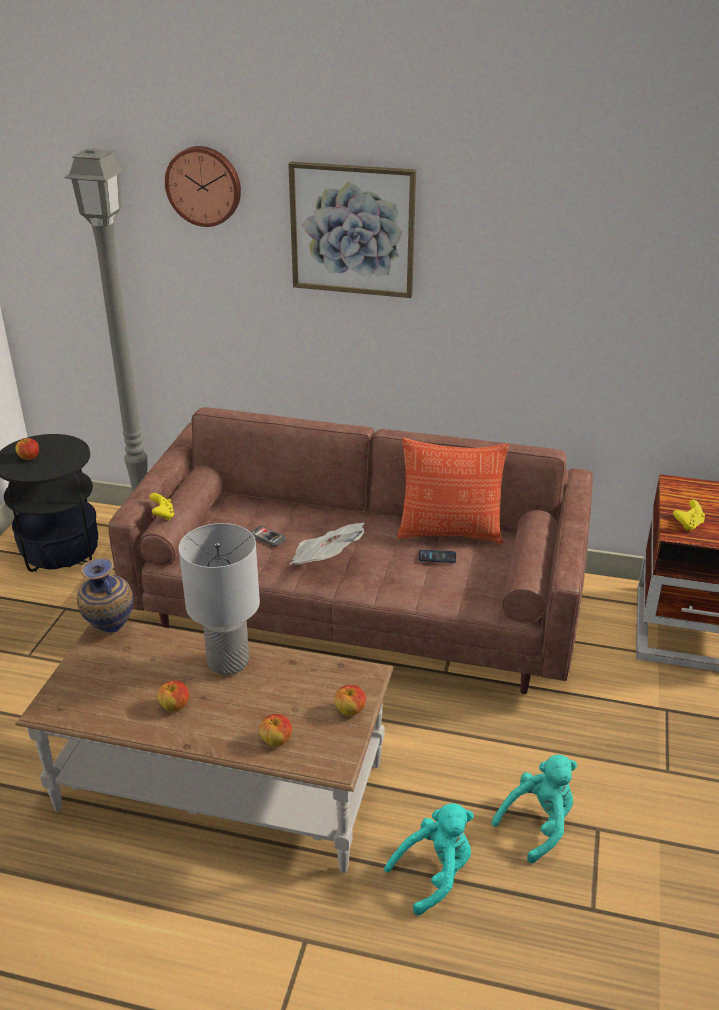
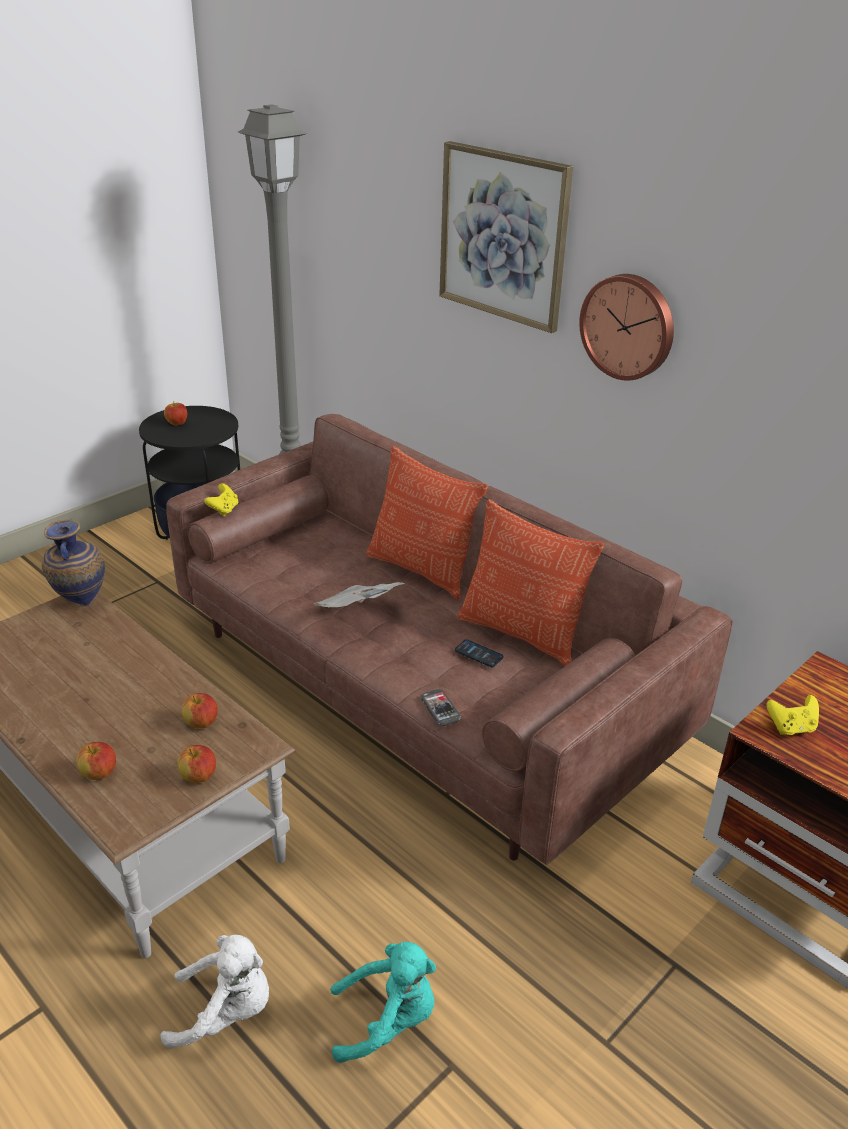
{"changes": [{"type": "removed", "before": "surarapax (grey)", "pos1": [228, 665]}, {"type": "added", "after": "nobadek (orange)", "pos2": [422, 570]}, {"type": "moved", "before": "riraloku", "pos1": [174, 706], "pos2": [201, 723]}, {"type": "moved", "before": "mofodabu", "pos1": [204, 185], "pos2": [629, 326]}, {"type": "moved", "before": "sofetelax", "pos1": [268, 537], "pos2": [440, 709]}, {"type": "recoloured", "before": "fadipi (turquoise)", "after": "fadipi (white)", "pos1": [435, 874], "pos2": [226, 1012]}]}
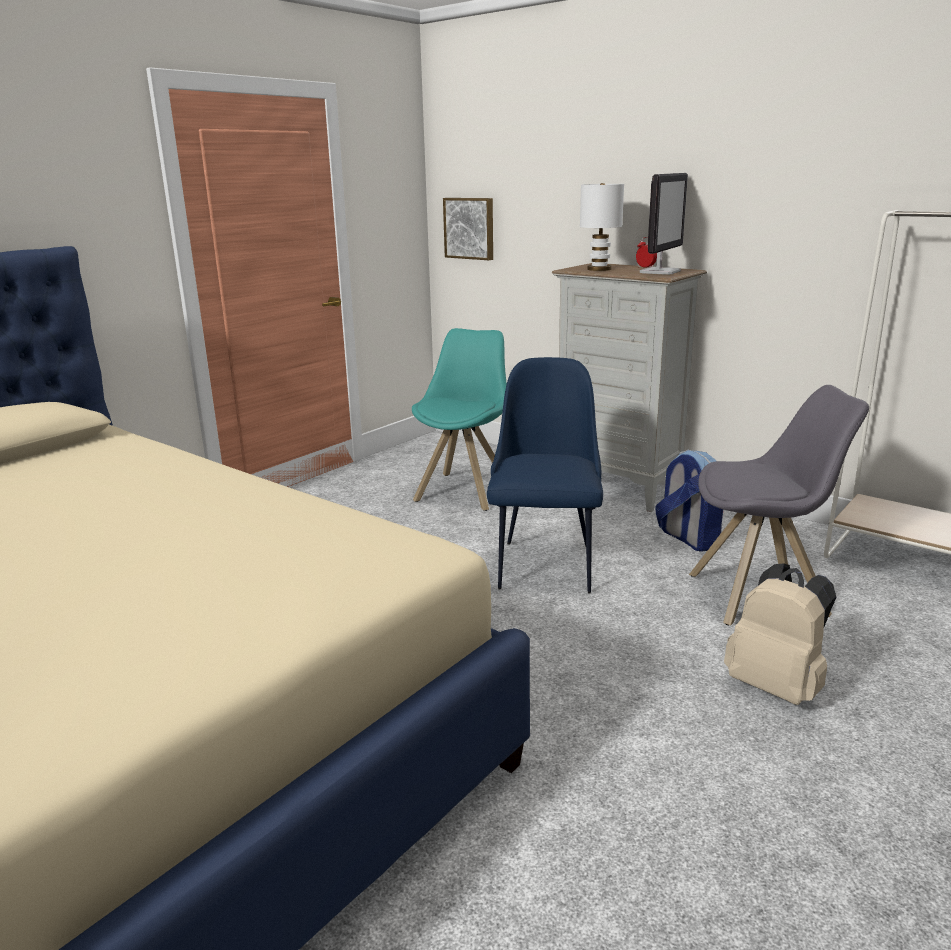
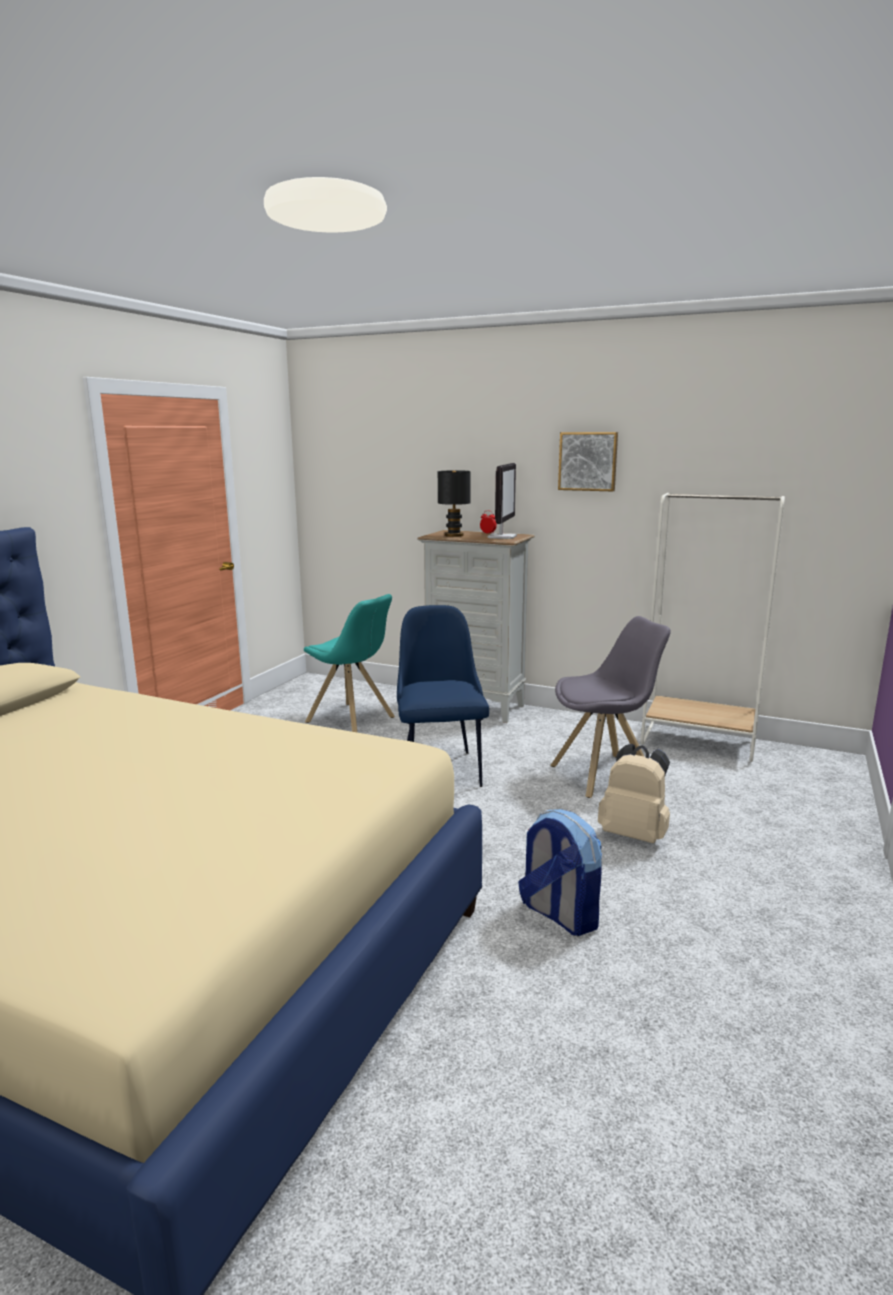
{"changes": [{"type": "moved", "before": "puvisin", "pos1": [470, 228], "pos2": [588, 461]}, {"type": "moved", "before": "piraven", "pos1": [688, 538], "pos2": [558, 914]}, {"type": "recoloured", "before": "surarapax (white)", "after": "surarapax (black)", "pos1": [600, 269], "pos2": [454, 535]}, {"type": "turned", "before": "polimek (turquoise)", "pos1": [464, 491], "pos2": [351, 719], "turn": 120}]}
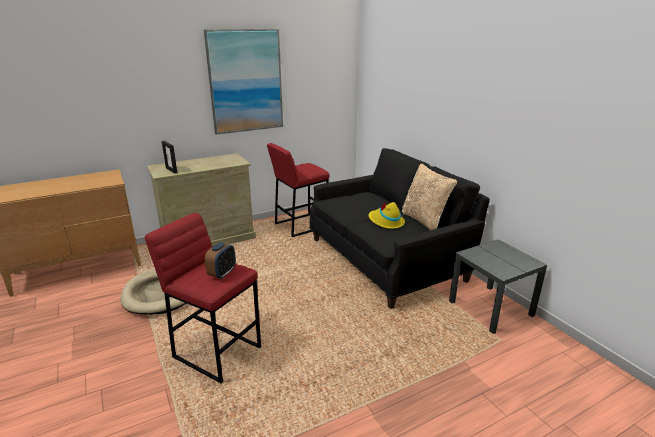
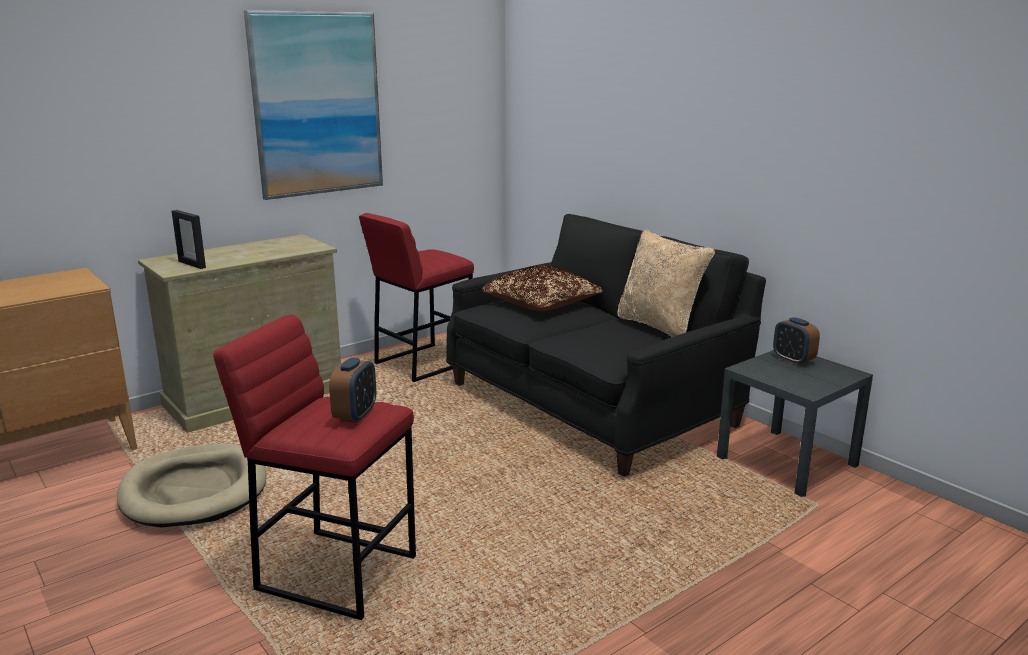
{"changes": [{"type": "removed", "before": "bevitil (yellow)", "pos1": [386, 222]}, {"type": "added", "after": "nobadek (brown)", "pos2": [541, 303]}, {"type": "added", "after": "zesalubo", "pos2": [793, 360]}]}
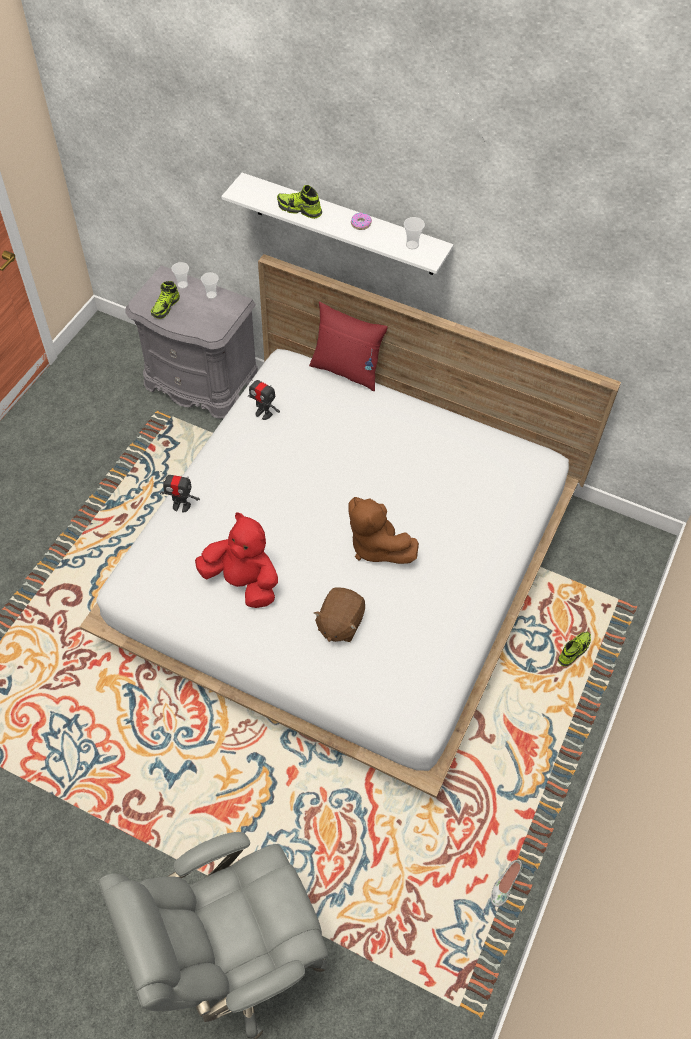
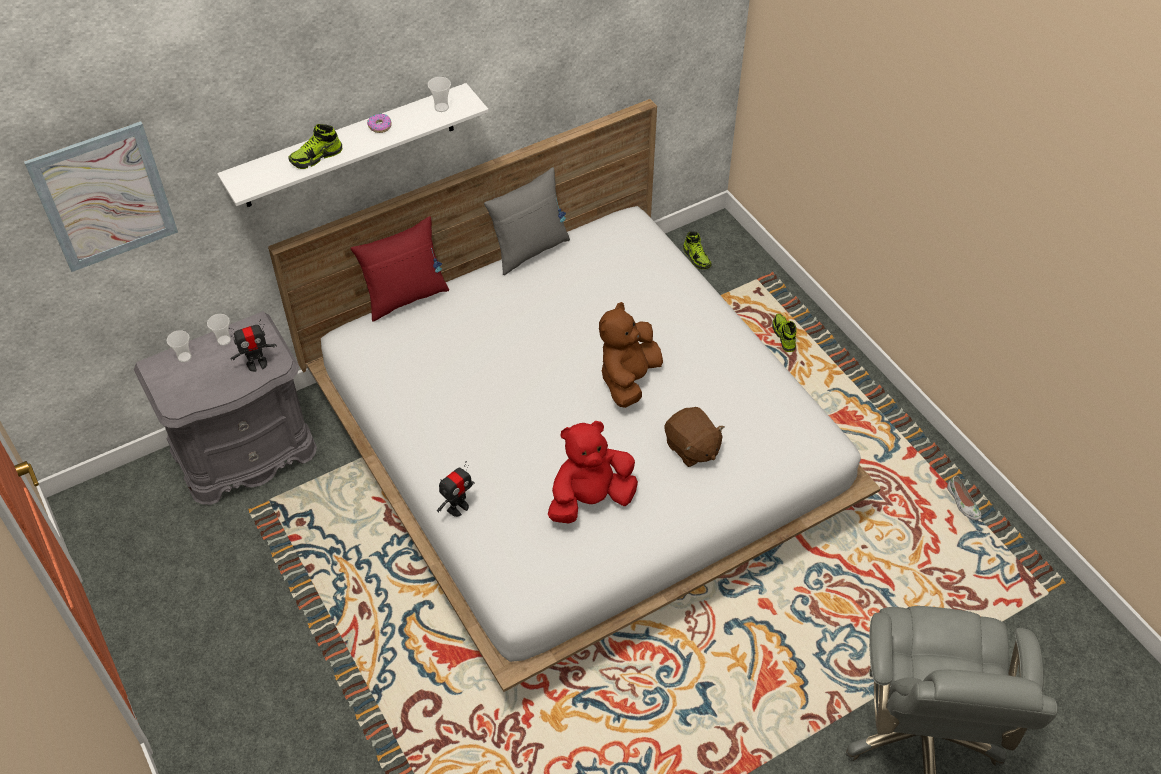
{"changes": [{"type": "added", "after": "puvisin", "pos2": [104, 197]}, {"type": "added", "after": "nobadek (grey)", "pos2": [529, 250]}, {"type": "moved", "before": "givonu", "pos1": [165, 307], "pos2": [696, 258]}, {"type": "moved", "before": "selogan", "pos1": [263, 413], "pos2": [257, 364]}, {"type": "turned", "before": "fadipi (brown)", "pos1": [375, 546], "pos2": [628, 379], "turn": 120}]}
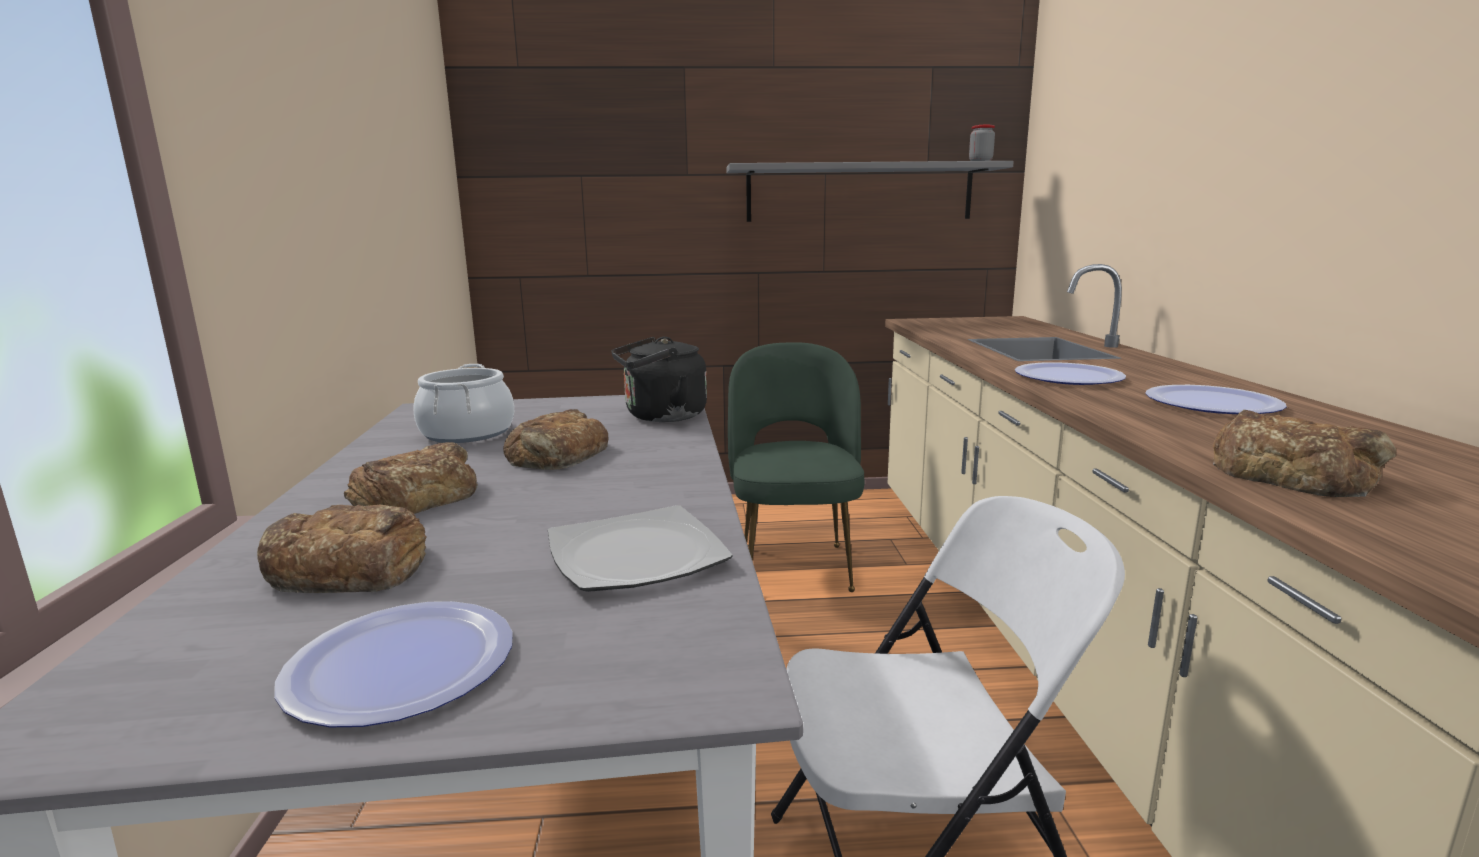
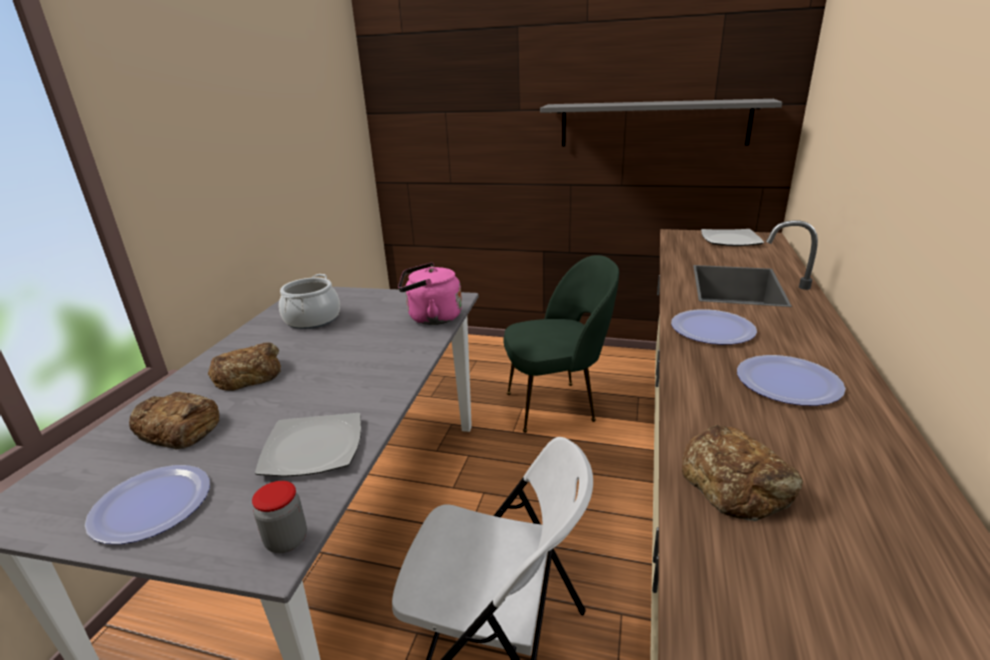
{"changes": [{"type": "removed", "before": "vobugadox", "pos1": [557, 455]}, {"type": "added", "after": "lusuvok", "pos2": [731, 240]}, {"type": "moved", "before": "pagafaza", "pos1": [980, 161], "pos2": [286, 540]}, {"type": "recoloured", "before": "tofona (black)", "after": "tofona (pink)", "pos1": [661, 416], "pos2": [431, 318]}, {"type": "turned", "before": "polimek (green)", "pos1": [794, 563], "pos2": [557, 406], "turn": 60}]}
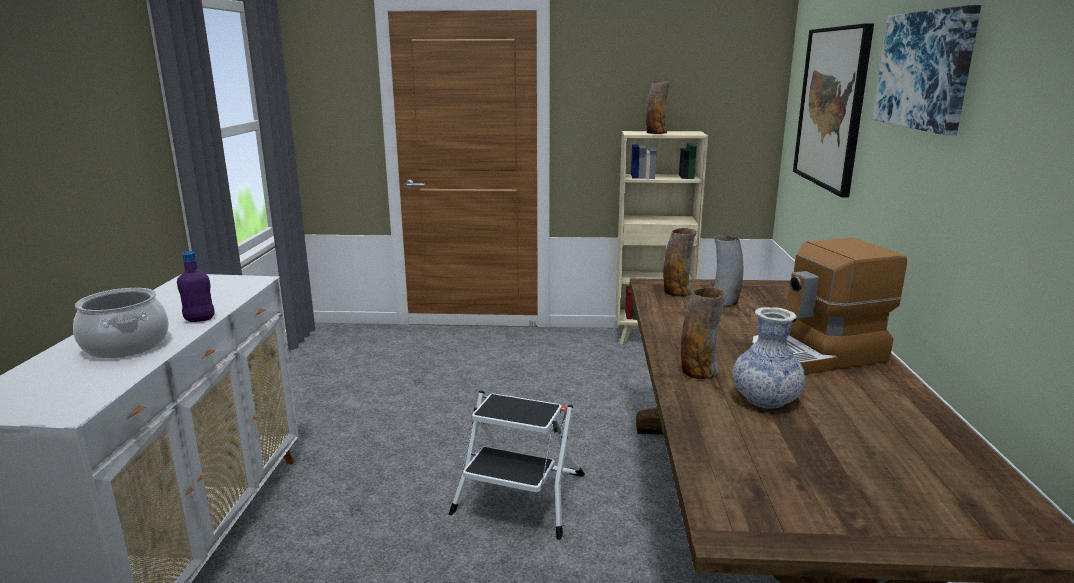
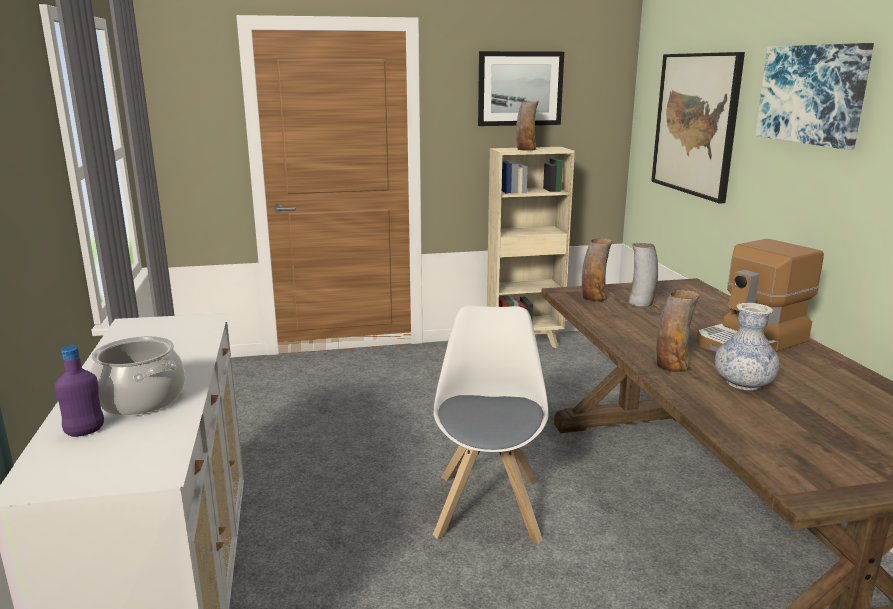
{"changes": [{"type": "added", "after": "puvisin", "pos2": [520, 88]}, {"type": "moved", "before": "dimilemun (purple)", "pos1": [199, 320], "pos2": [85, 432]}, {"type": "replaced", "before": "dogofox", "after": "polimek", "pos1": [521, 495], "pos2": [488, 504]}]}
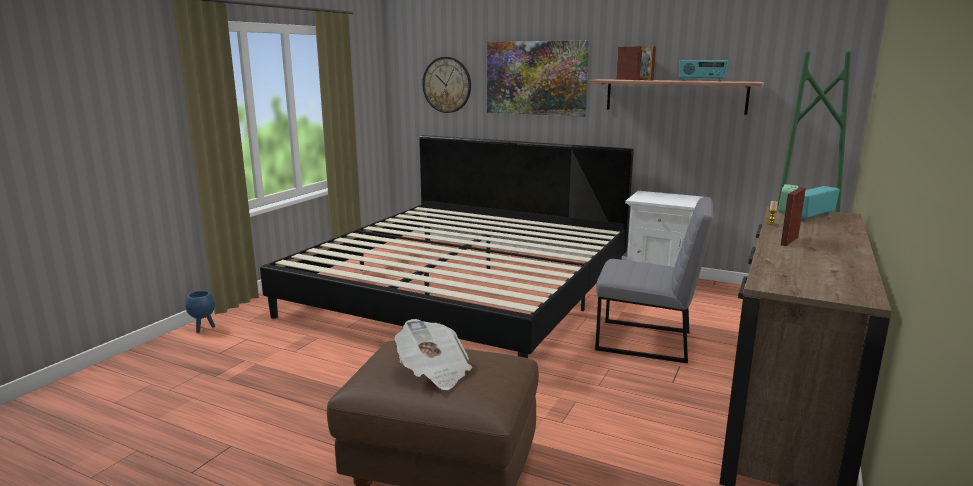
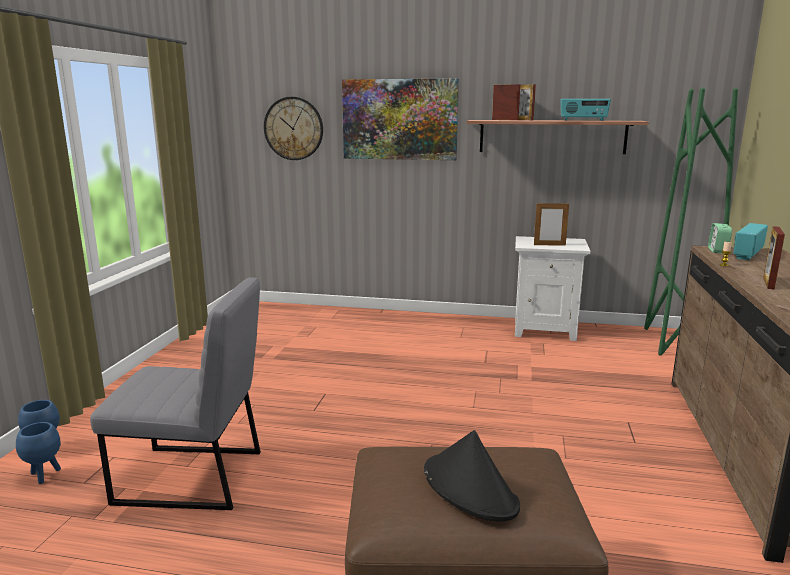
{"changes": [{"type": "removed", "before": "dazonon", "pos1": [463, 291]}, {"type": "added", "after": "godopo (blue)", "pos2": [44, 476]}, {"type": "added", "after": "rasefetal", "pos2": [549, 245]}, {"type": "moved", "before": "polimek (grey)", "pos1": [647, 341], "pos2": [194, 477]}, {"type": "replaced", "before": "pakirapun", "after": "bevitil (black)", "pos1": [434, 372], "pos2": [470, 488]}]}
